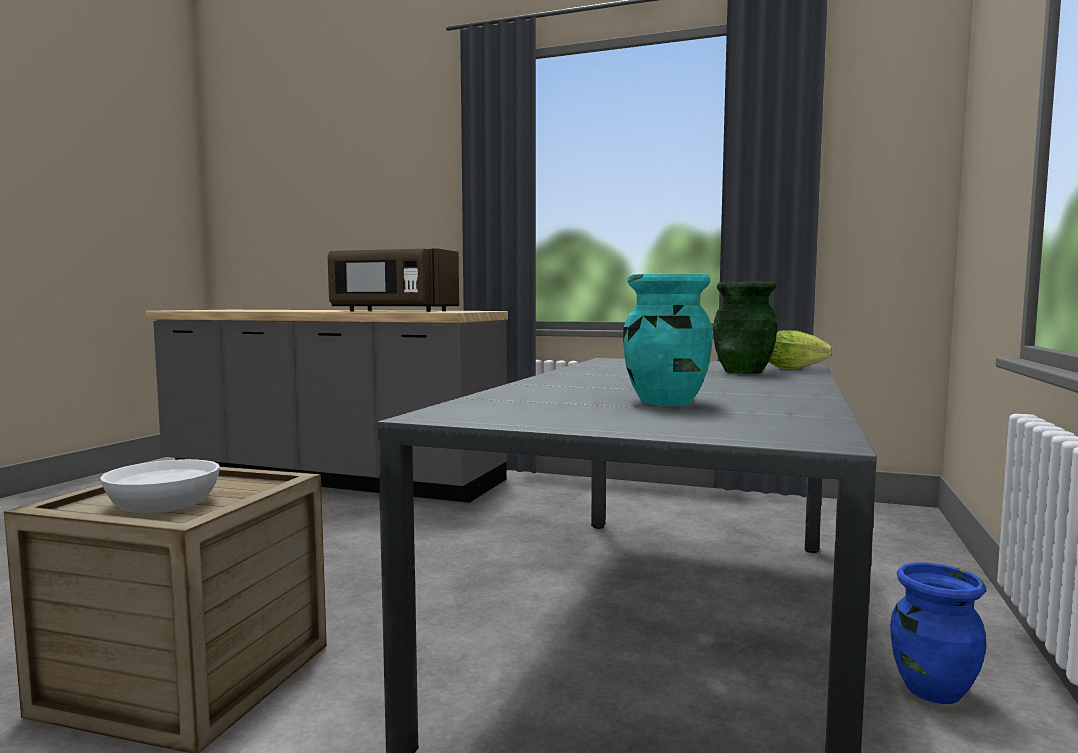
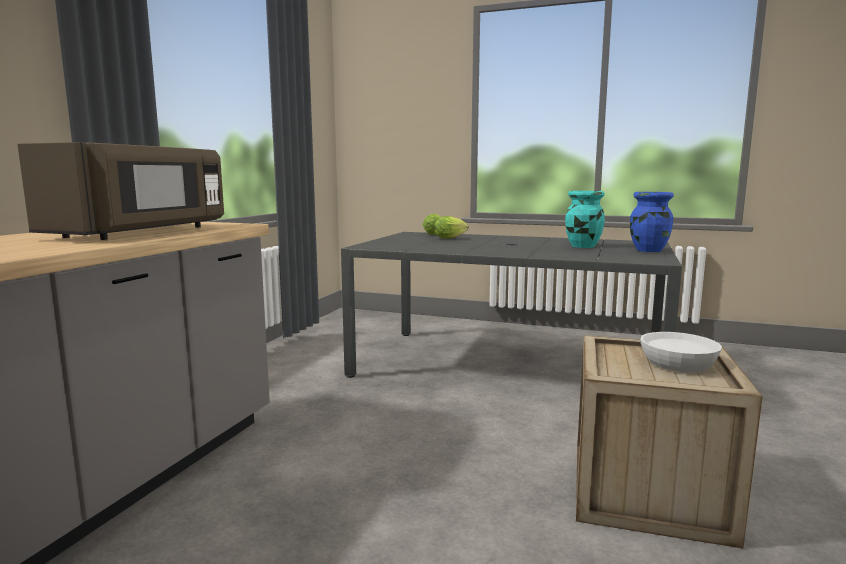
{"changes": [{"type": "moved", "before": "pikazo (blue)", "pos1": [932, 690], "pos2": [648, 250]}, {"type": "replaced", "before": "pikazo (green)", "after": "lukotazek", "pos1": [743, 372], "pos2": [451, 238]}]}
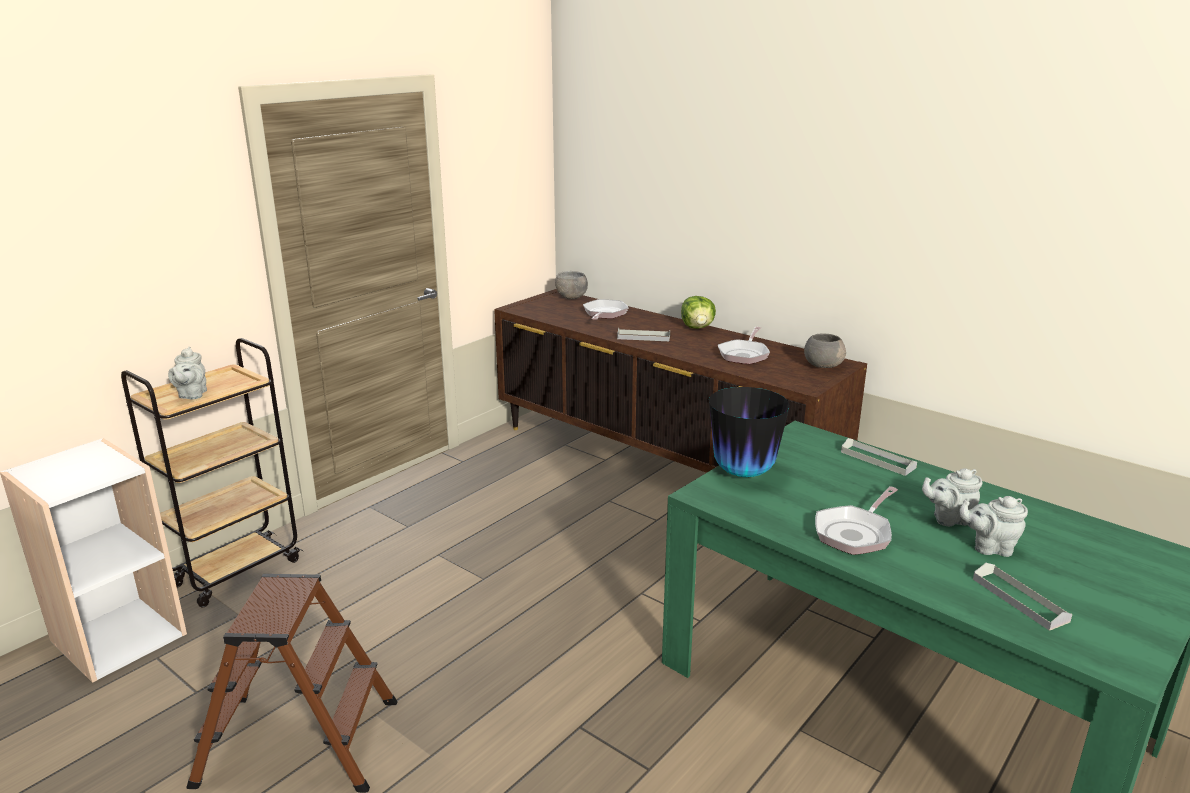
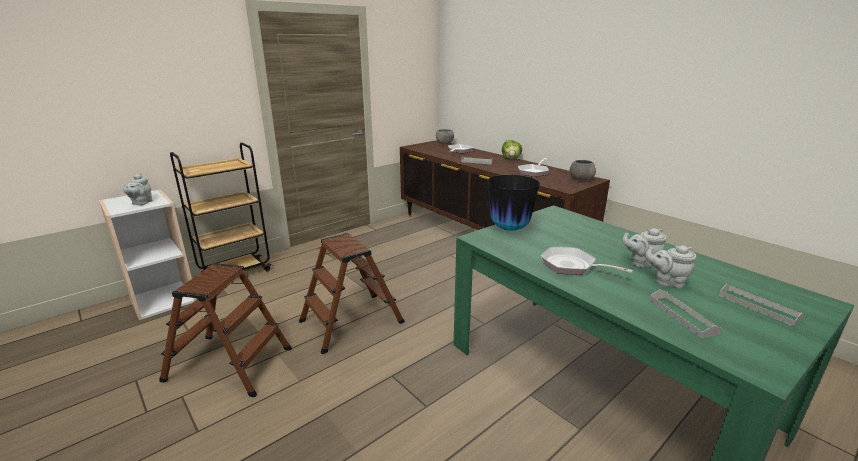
{"changes": [{"type": "added", "after": "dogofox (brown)", "pos2": [351, 321]}, {"type": "moved", "before": "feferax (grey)", "pos1": [192, 395], "pos2": [141, 203]}, {"type": "moved", "before": "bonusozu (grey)", "pos1": [877, 460], "pos2": [758, 307]}, {"type": "turned", "before": "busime", "pos1": [855, 533], "pos2": [572, 266], "turn": 75}]}
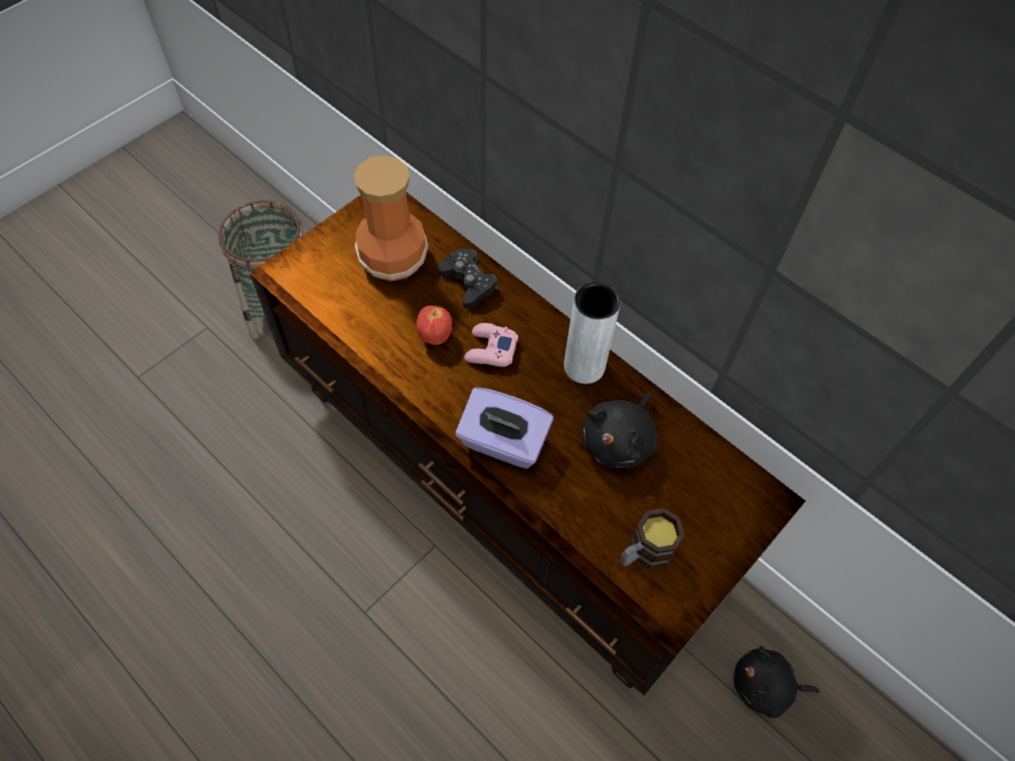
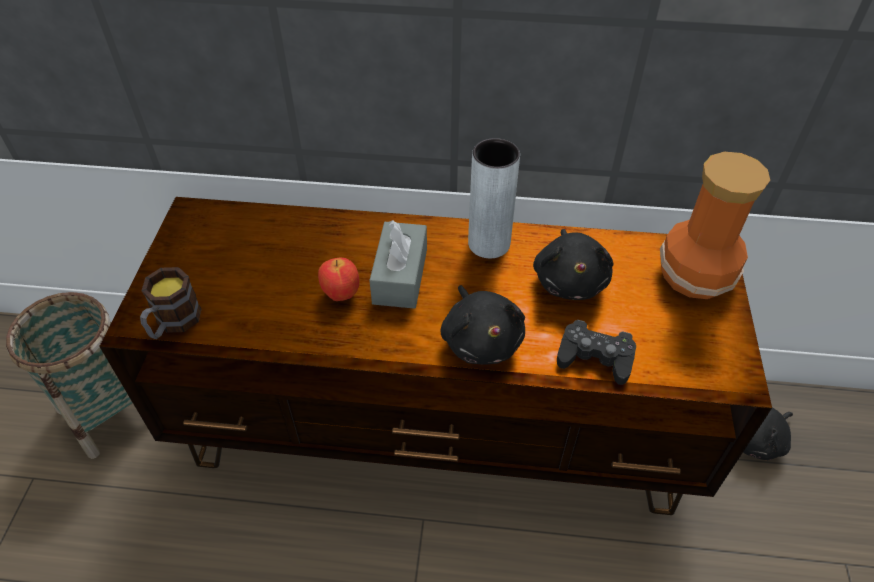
{"changes": [{"type": "moved", "before": "pikazo", "pos1": [393, 257], "pos2": [694, 273]}, {"type": "moved", "before": "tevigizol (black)", "pos1": [468, 282], "pos2": [595, 357]}, {"type": "moved", "before": "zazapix", "pos1": [644, 552], "pos2": [173, 323]}, {"type": "replaced", "before": "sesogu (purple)", "after": "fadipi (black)", "pos1": [503, 442], "pos2": [481, 339]}, {"type": "replaced", "before": "tevigizol (pink)", "after": "sesogu (grey)", "pos1": [490, 350], "pos2": [400, 276]}]}
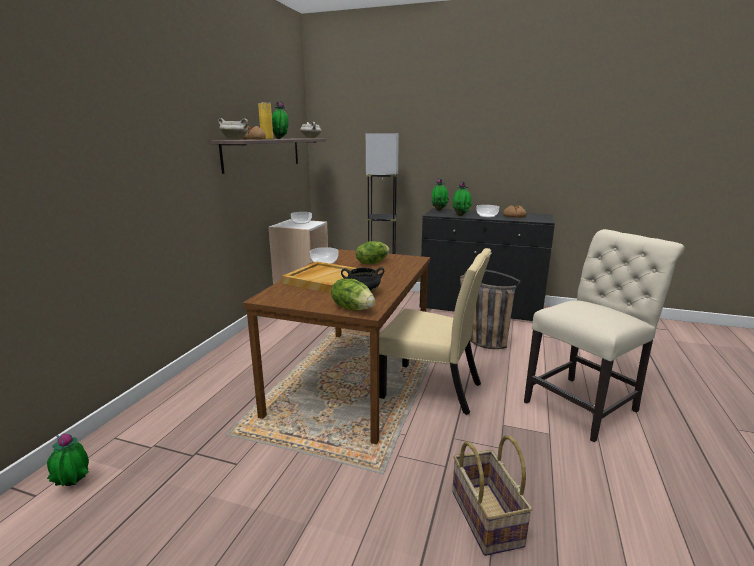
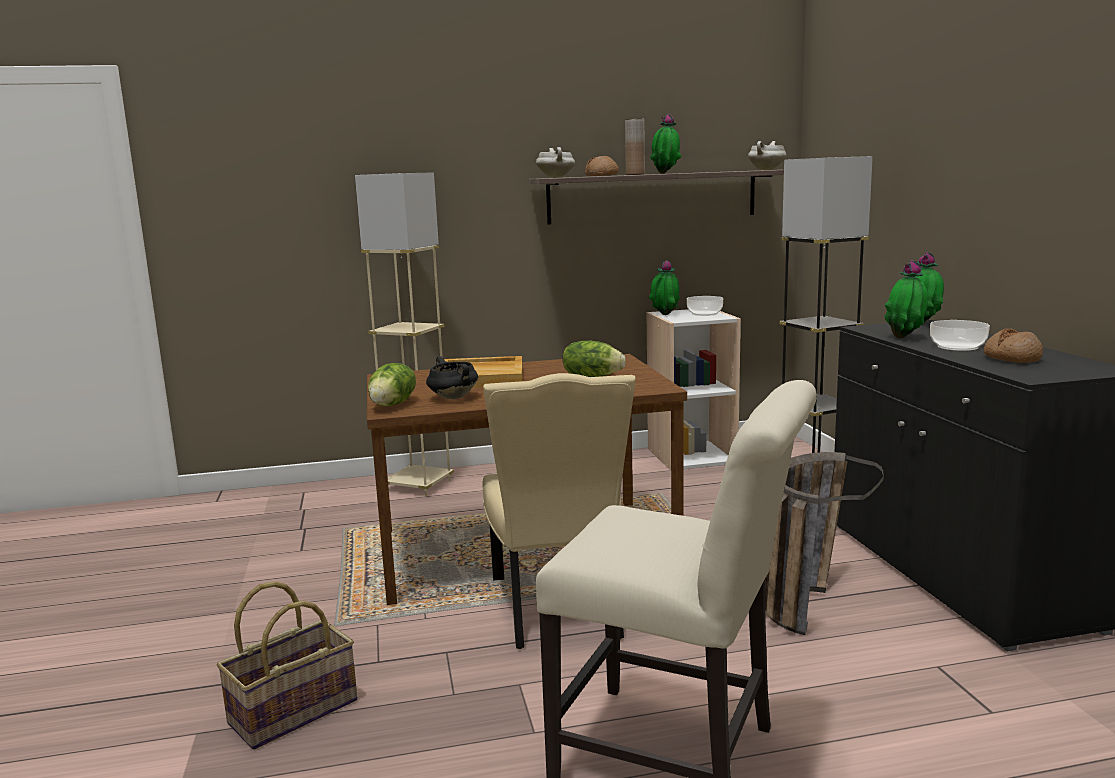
{"changes": [{"type": "removed", "before": "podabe", "pos1": [324, 262]}, {"type": "added", "after": "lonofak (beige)", "pos2": [419, 485]}, {"type": "moved", "before": "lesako", "pos1": [74, 486], "pos2": [664, 315]}, {"type": "recoloured", "before": "pikazo (yellow)", "after": "pikazo (brown)", "pos1": [267, 139], "pos2": [635, 174]}]}
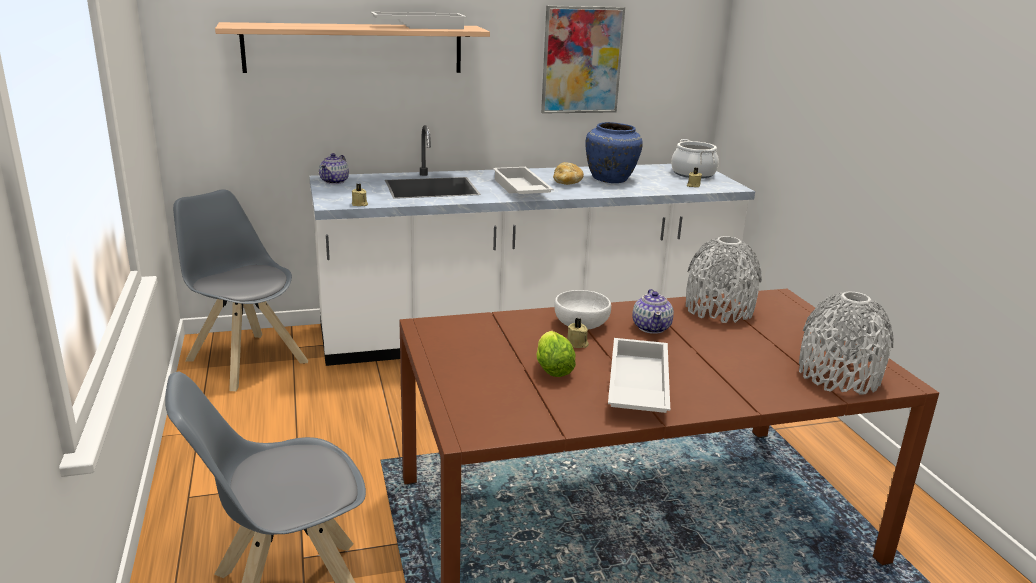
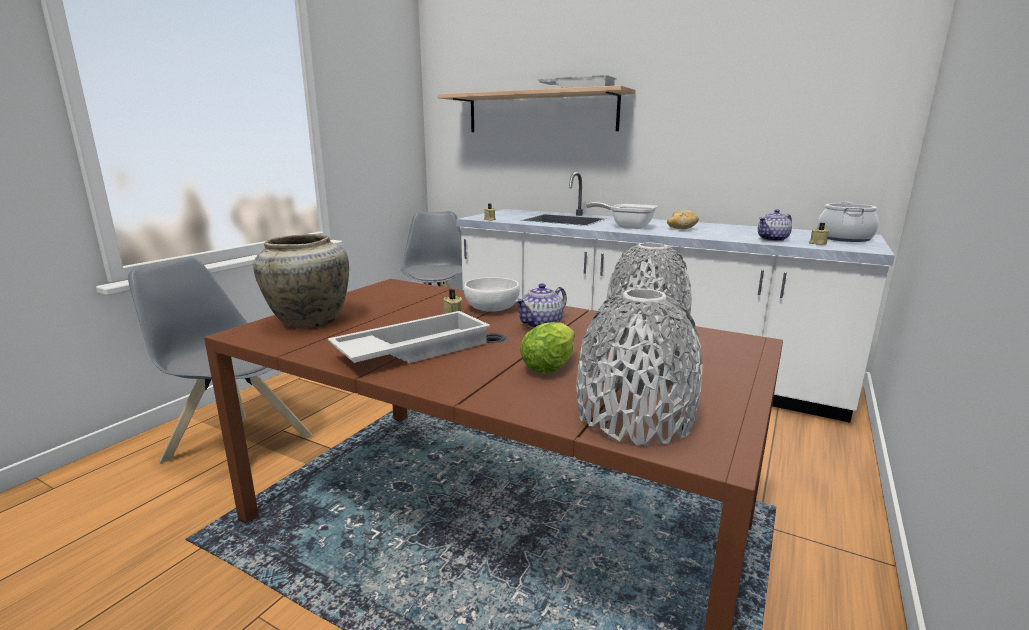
{"changes": [{"type": "removed", "before": "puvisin", "pos1": [581, 60]}, {"type": "removed", "before": "pikazo (blue)", "pos1": [610, 179]}, {"type": "added", "after": "pikazo (beige)", "pos2": [308, 321]}, {"type": "moved", "before": "feferax", "pos1": [335, 181], "pos2": [773, 239]}, {"type": "moved", "before": "lukotazek", "pos1": [552, 368], "pos2": [551, 366]}, {"type": "replaced", "before": "bonusozu (white)", "after": "busime", "pos1": [519, 189], "pos2": [627, 227]}]}
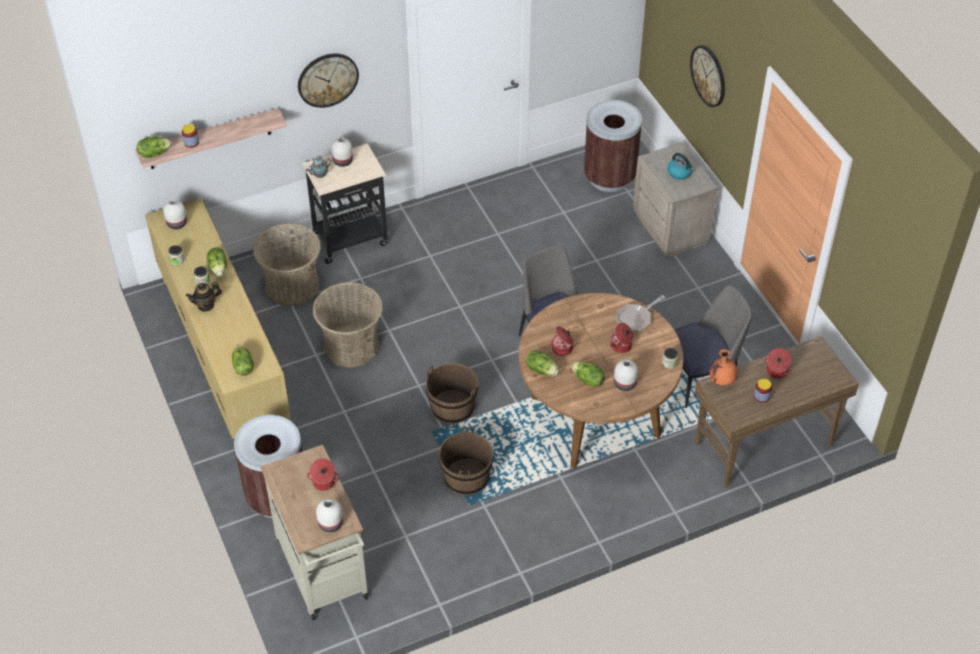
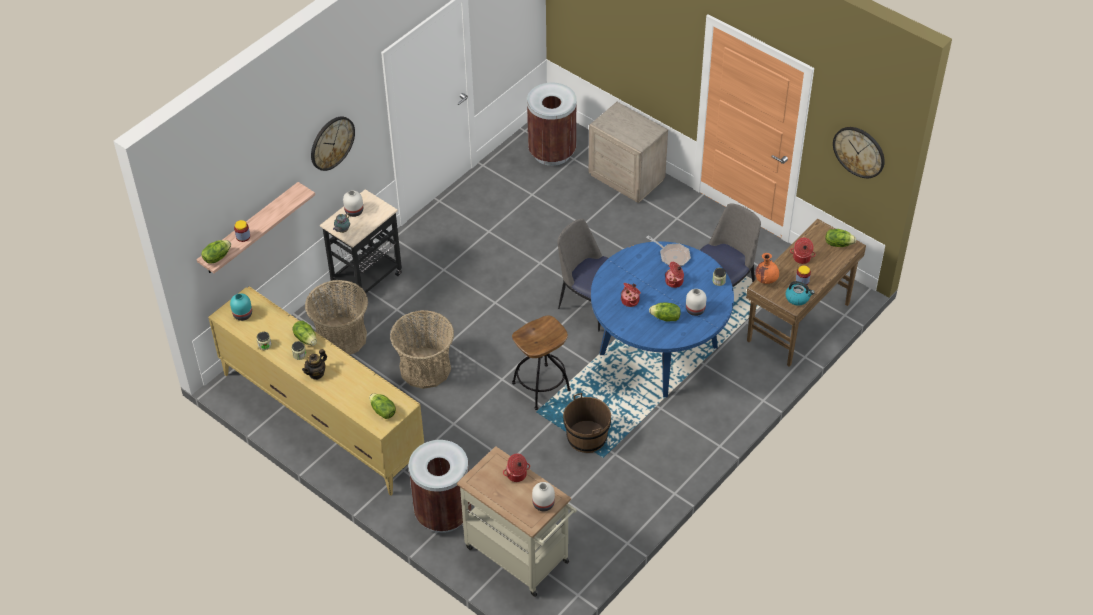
{"changes": [{"type": "moved", "before": "lukotazek", "pos1": [541, 370], "pos2": [838, 243]}, {"type": "moved", "before": "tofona", "pos1": [680, 173], "pos2": [797, 298]}, {"type": "moved", "before": "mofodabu", "pos1": [708, 75], "pos2": [859, 151]}, {"type": "replaced", "before": "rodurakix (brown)", "after": "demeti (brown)", "pos1": [452, 407], "pos2": [541, 386]}, {"type": "recoloured", "before": "pikazo (white)", "after": "pikazo (turquoise)", "pos1": [177, 223], "pos2": [243, 314]}, {"type": "recoloured", "before": "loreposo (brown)", "after": "loreposo (blue)", "pos1": [595, 417], "pos2": [658, 350]}, {"type": "turned", "before": "busime", "pos1": [636, 318], "pos2": [672, 256], "turn": -75}]}
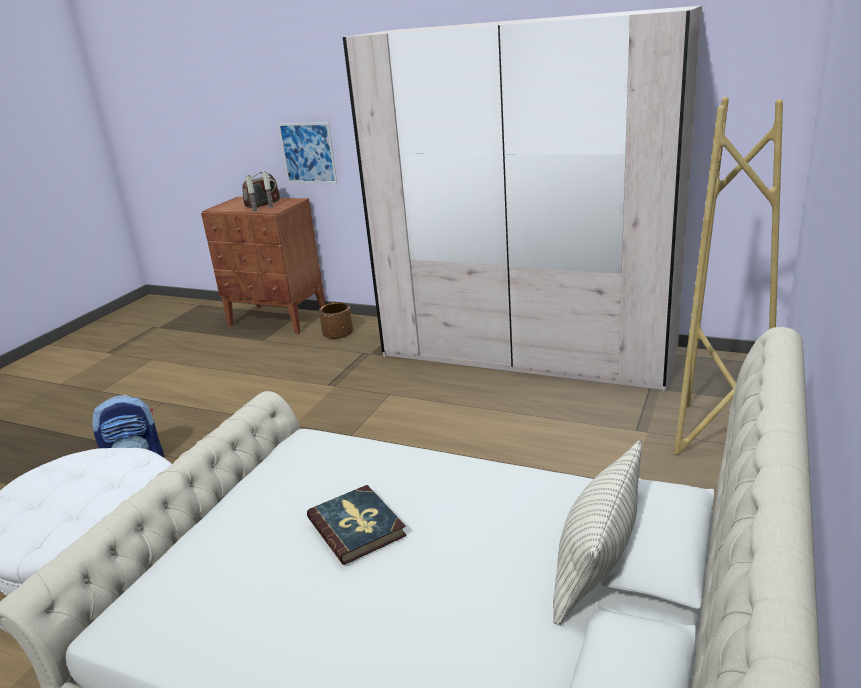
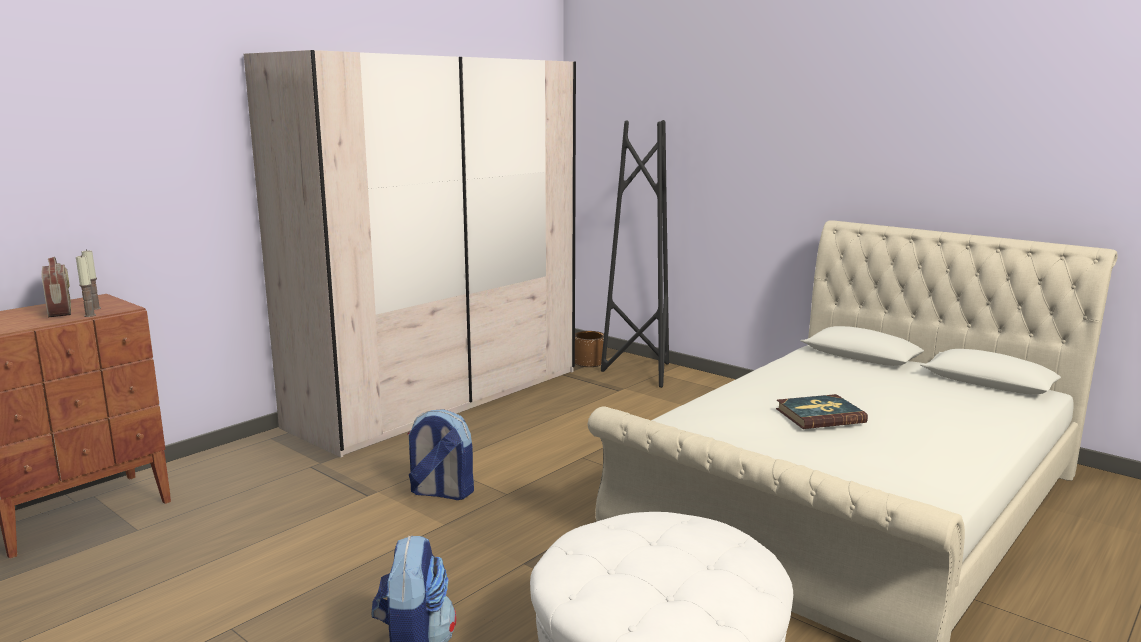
{"changes": [{"type": "removed", "before": "puvisin", "pos1": [308, 153]}, {"type": "removed", "before": "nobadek", "pos1": [597, 564]}, {"type": "added", "after": "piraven", "pos2": [440, 492]}, {"type": "moved", "before": "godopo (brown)", "pos1": [338, 333], "pos2": [589, 362]}, {"type": "recoloured", "before": "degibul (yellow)", "after": "degibul (black)", "pos1": [710, 434], "pos2": [643, 374]}]}
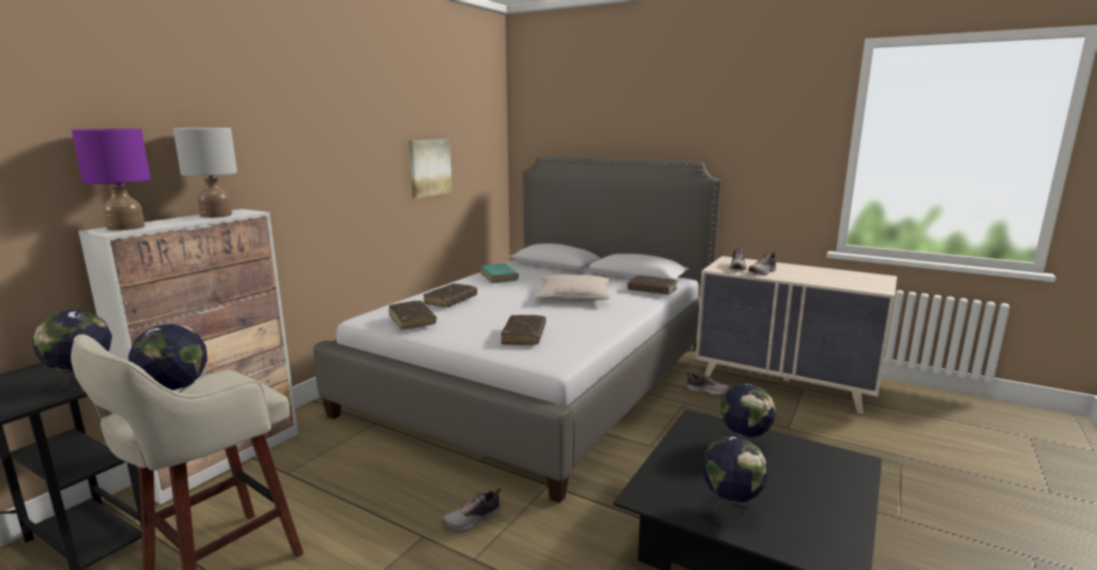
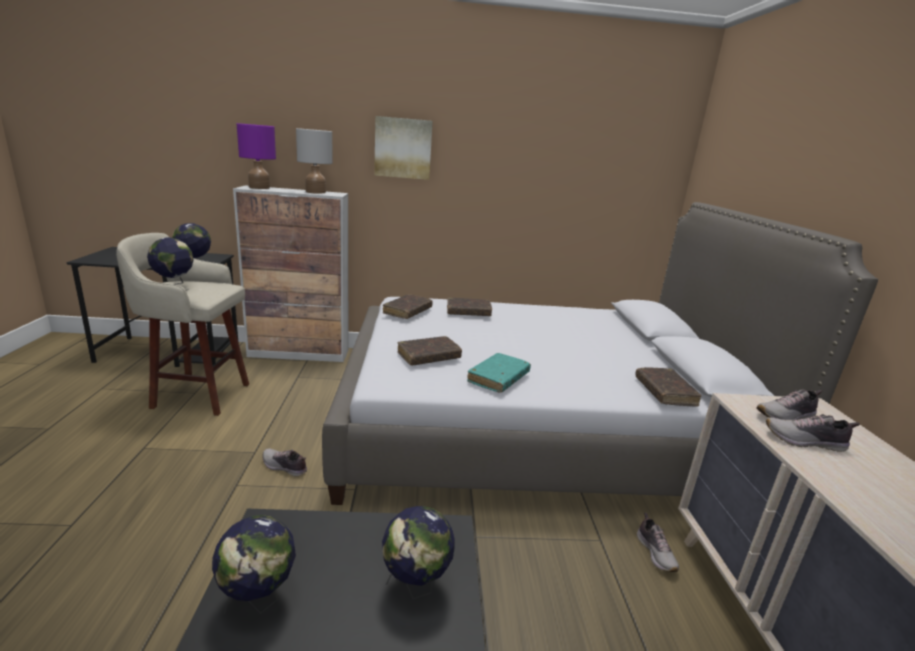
{"changes": [{"type": "removed", "before": "nobadek (beige)", "pos1": [573, 296]}, {"type": "moved", "before": "puvisin", "pos1": [429, 167], "pos2": [403, 148]}, {"type": "moved", "before": "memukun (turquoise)", "pos1": [499, 278], "pos2": [498, 378]}]}
